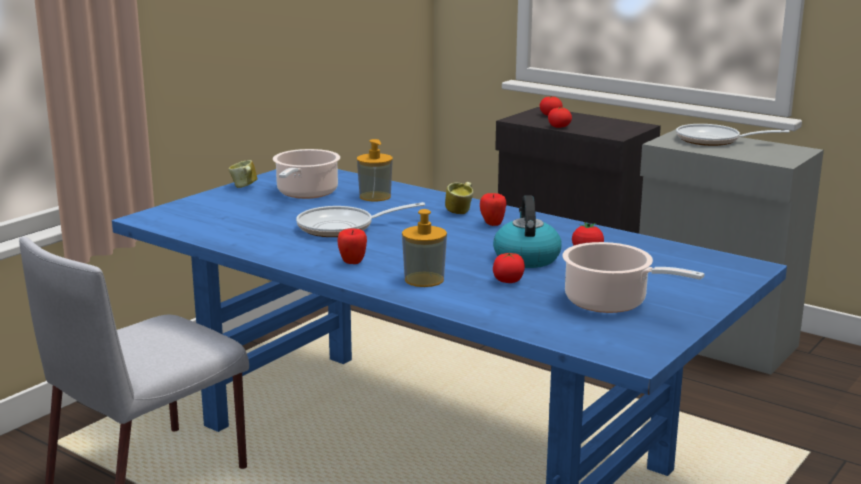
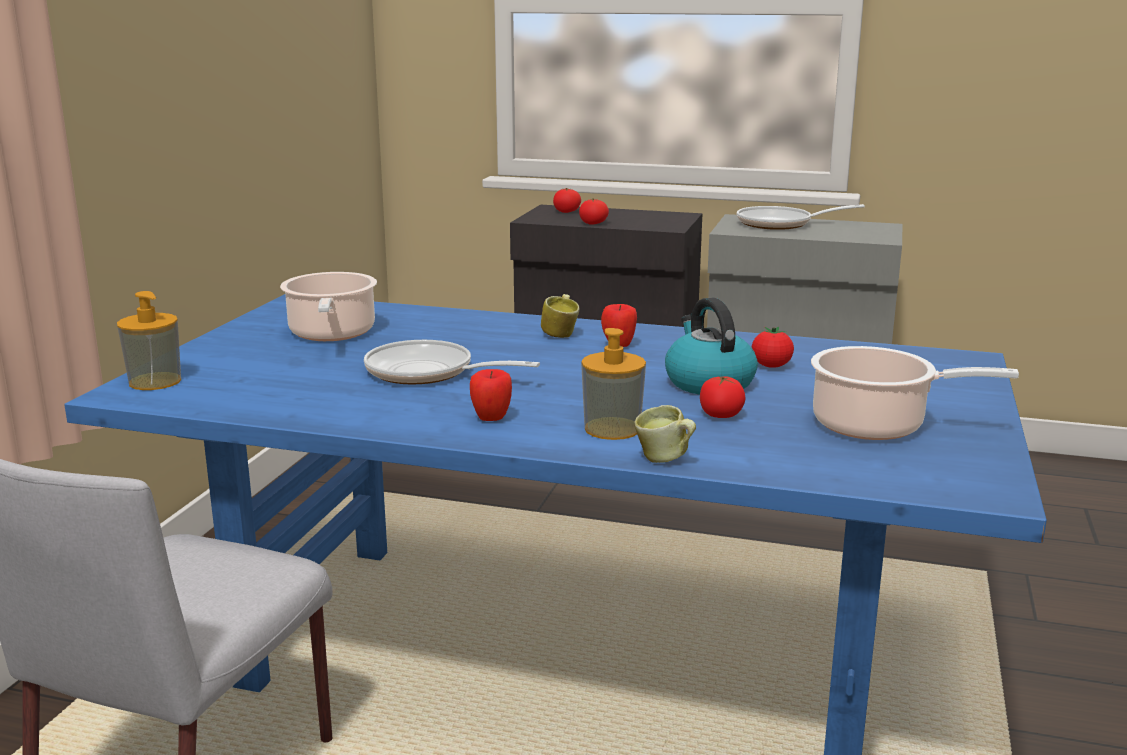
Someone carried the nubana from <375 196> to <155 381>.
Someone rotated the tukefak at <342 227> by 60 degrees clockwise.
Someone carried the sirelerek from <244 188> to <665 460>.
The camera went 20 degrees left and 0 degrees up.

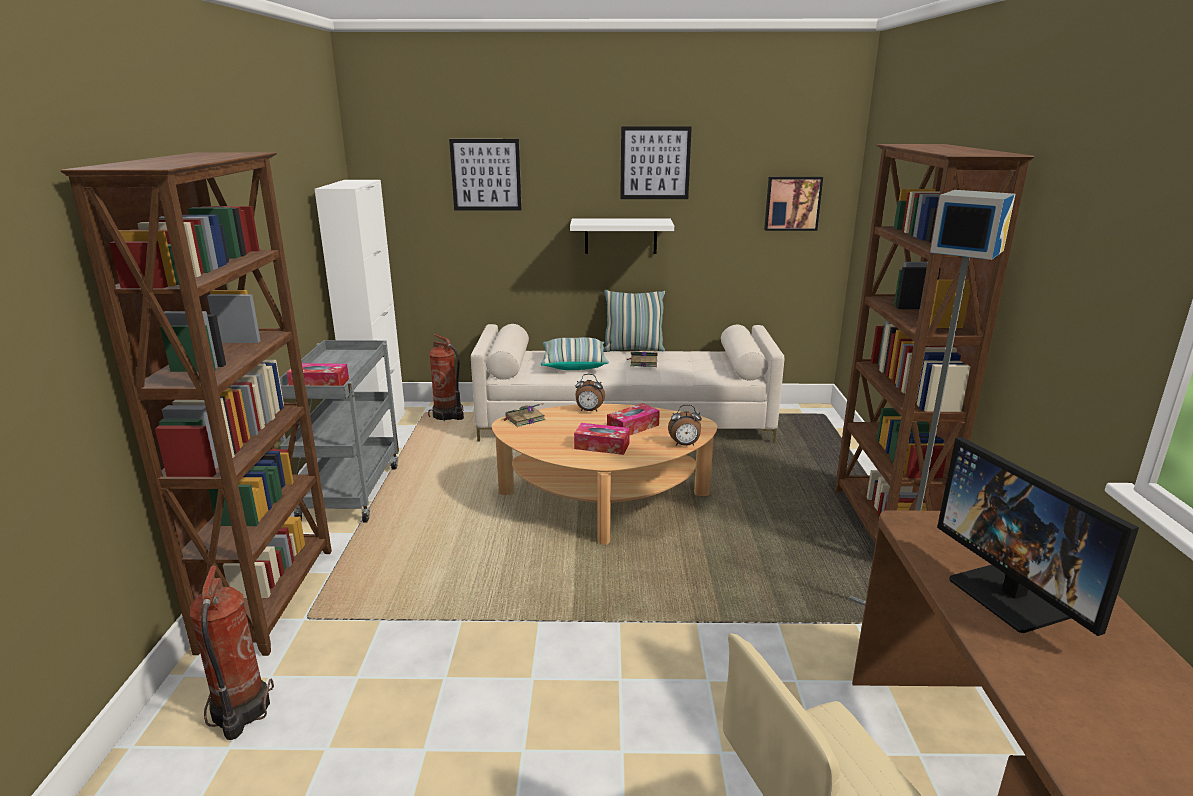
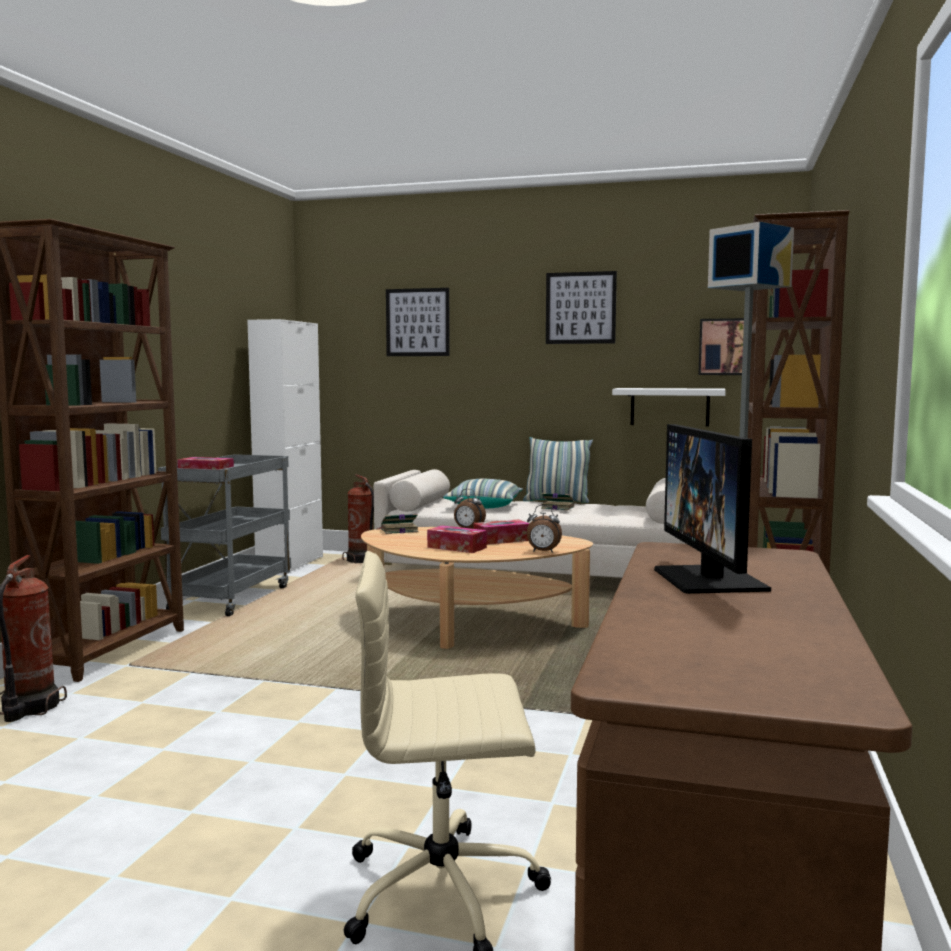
Someone carried the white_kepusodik from <620 236> to <669 407>.
The camera went 15 degrees right and 15 degrees down.

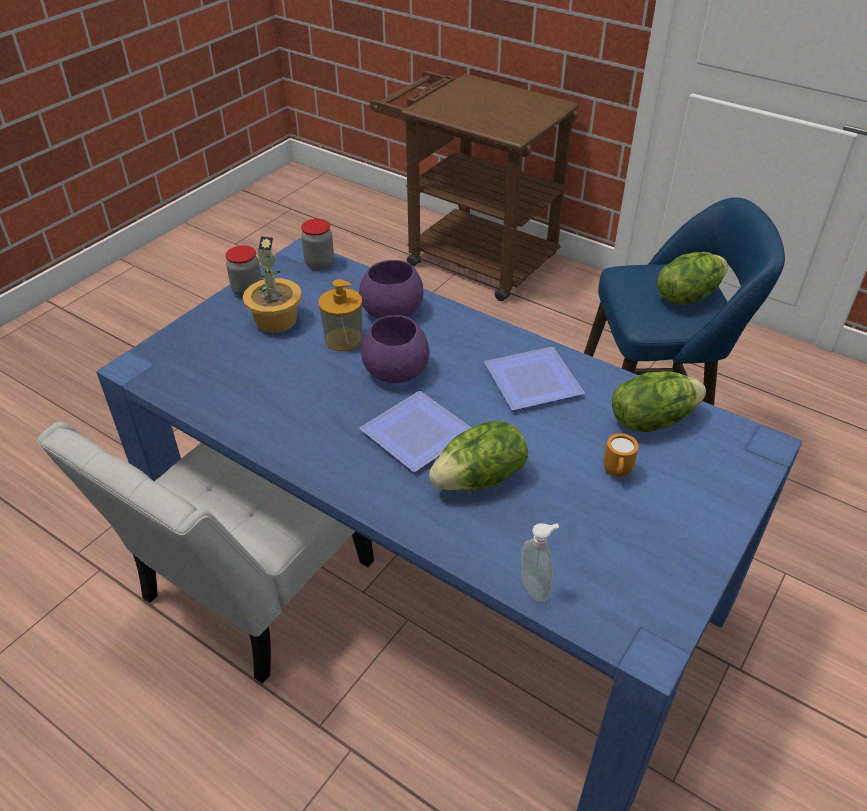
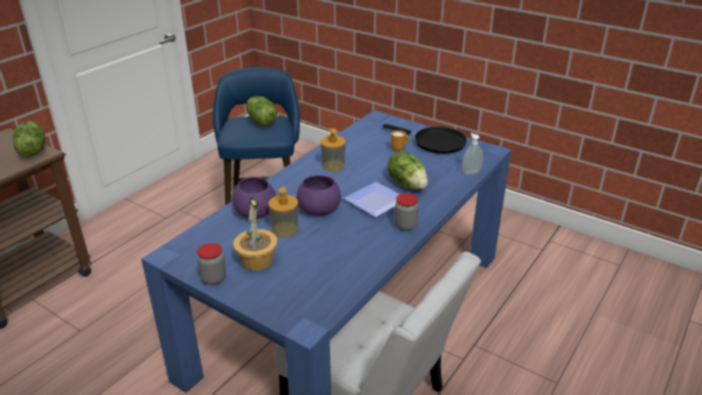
Someone carried the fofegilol from <651 420> to <32 150>.
Someone swapped the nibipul at <536 383> for the nubana at <333 166>.
Someone put down the black_tukefak at <435 142>.
Someone carried the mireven from <319 263> to <405 226>.
The camera went 90 degrees left and 10 degrees down.

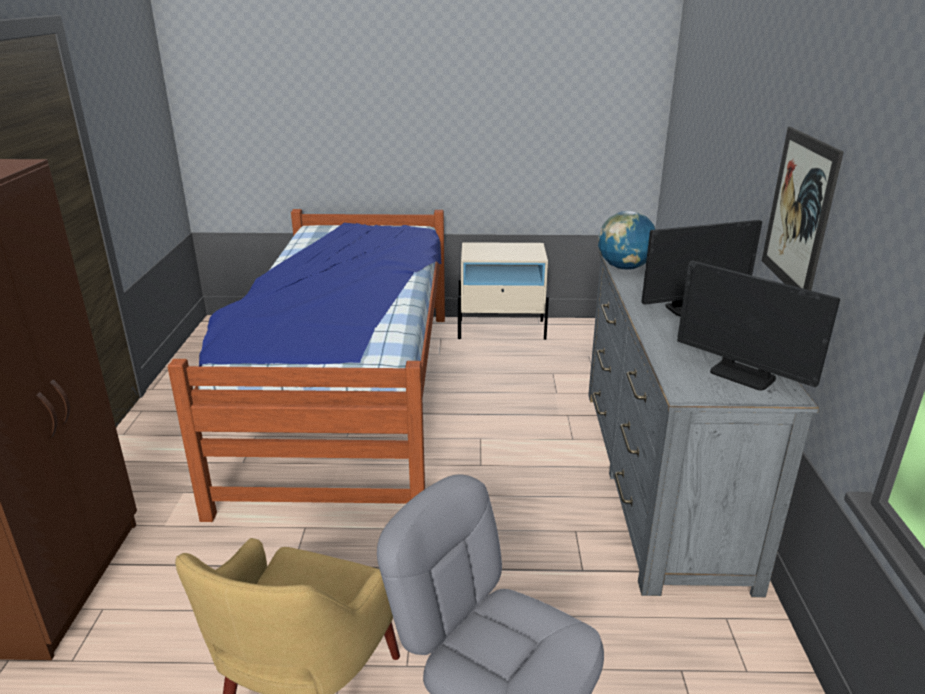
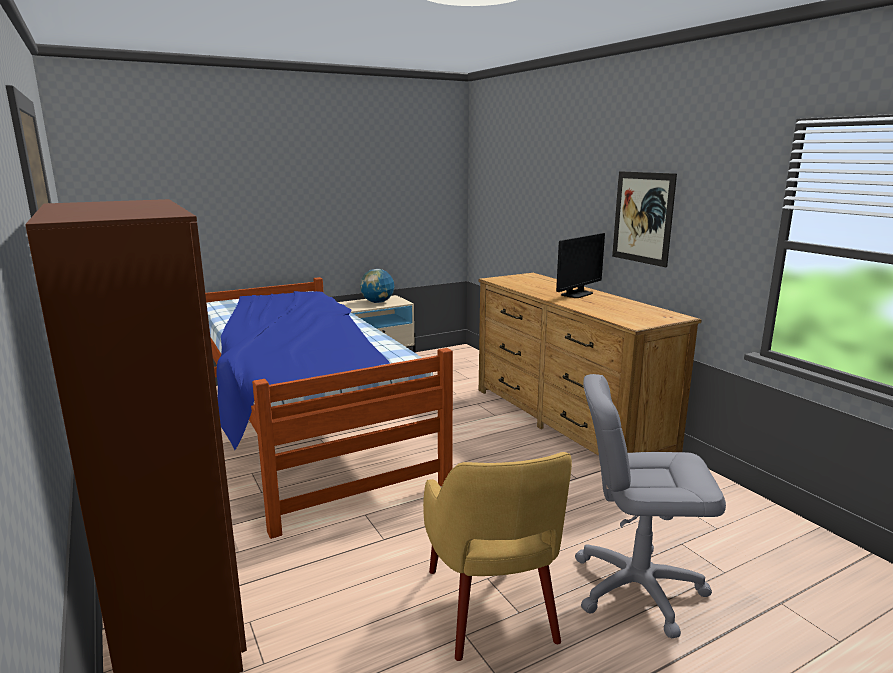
Someone carried the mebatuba from <624 267> to <377 302>.
Someone repainted the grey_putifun at <659 477>, which became the brown_putifun at <567 420>.
Someone took away the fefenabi at <742 375>.
The camera went 30 degrees left and 10 degrees down.

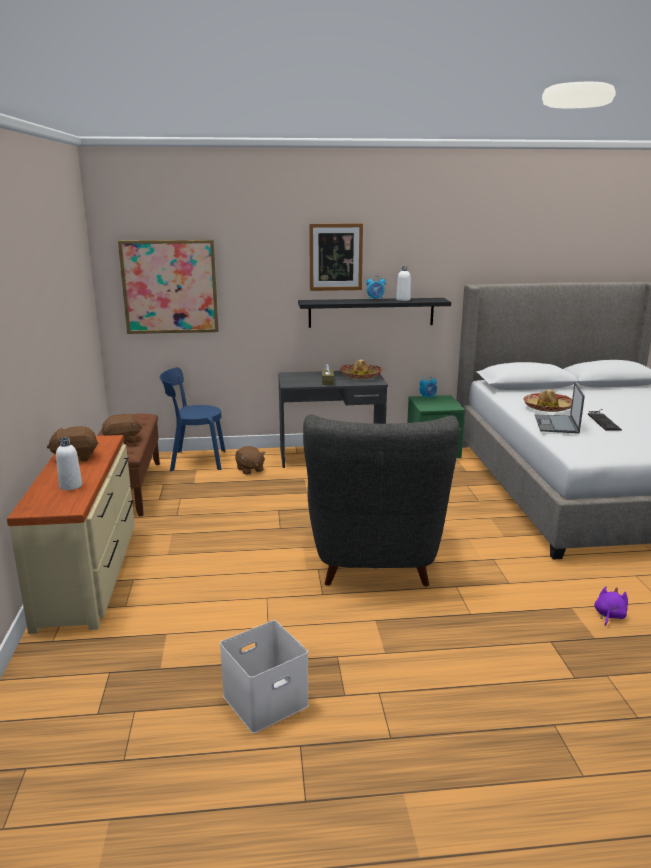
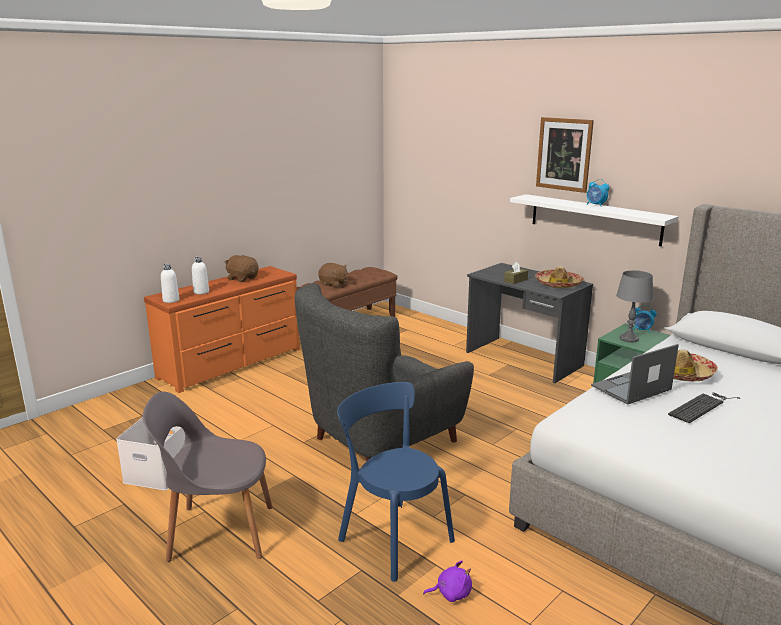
Someone put down the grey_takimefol at <218 532>.
Someone repainted the beige_putifun at <90 573>, which became the orange_putifun at <232 364>.
Someone carried the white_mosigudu from <403 299> to <171 300>.
Someone carried the blue_takimefol from <195 460> to <392 537>.
Someone repainted the black_kepusodik at <371 312>, which became the white_kepusodik at <594 219>.
Someone put down the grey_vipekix at <628 338>.
Someone took away the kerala at <170 287>.
Someone took away the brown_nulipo at <250 469>.
The camera went 50 degrees right and 0 degrees up.

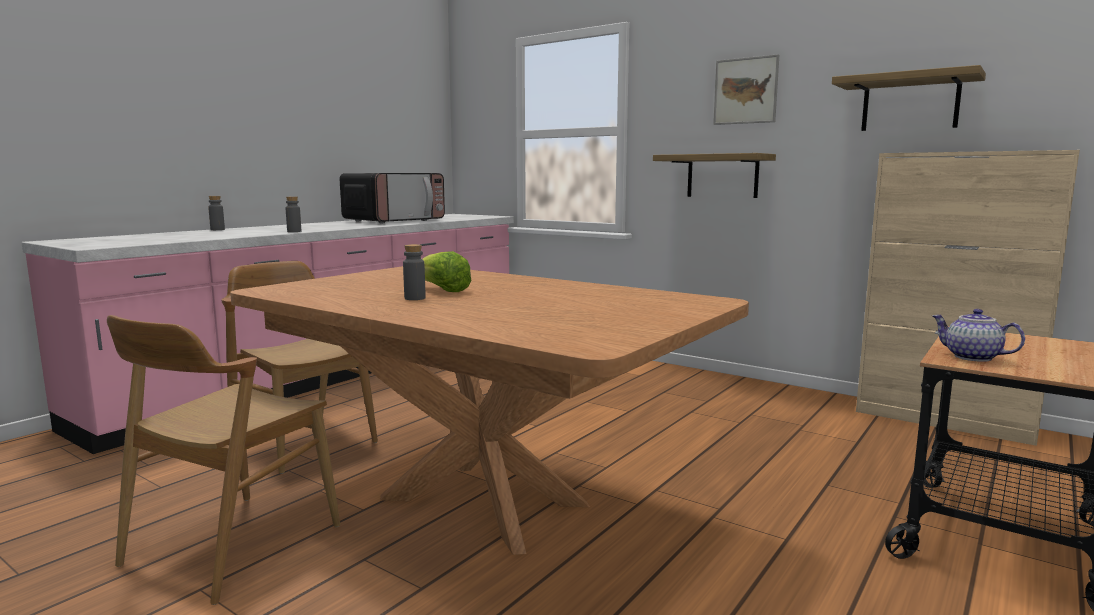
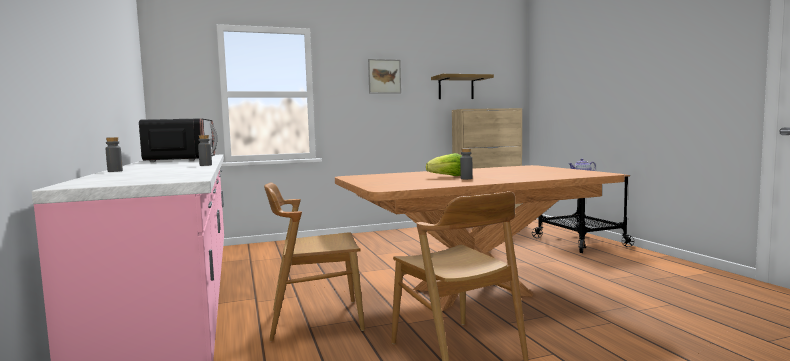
Someone took away the kepusodik at <722 176>.
The camera went 55 degrees left and 5 degrees down.

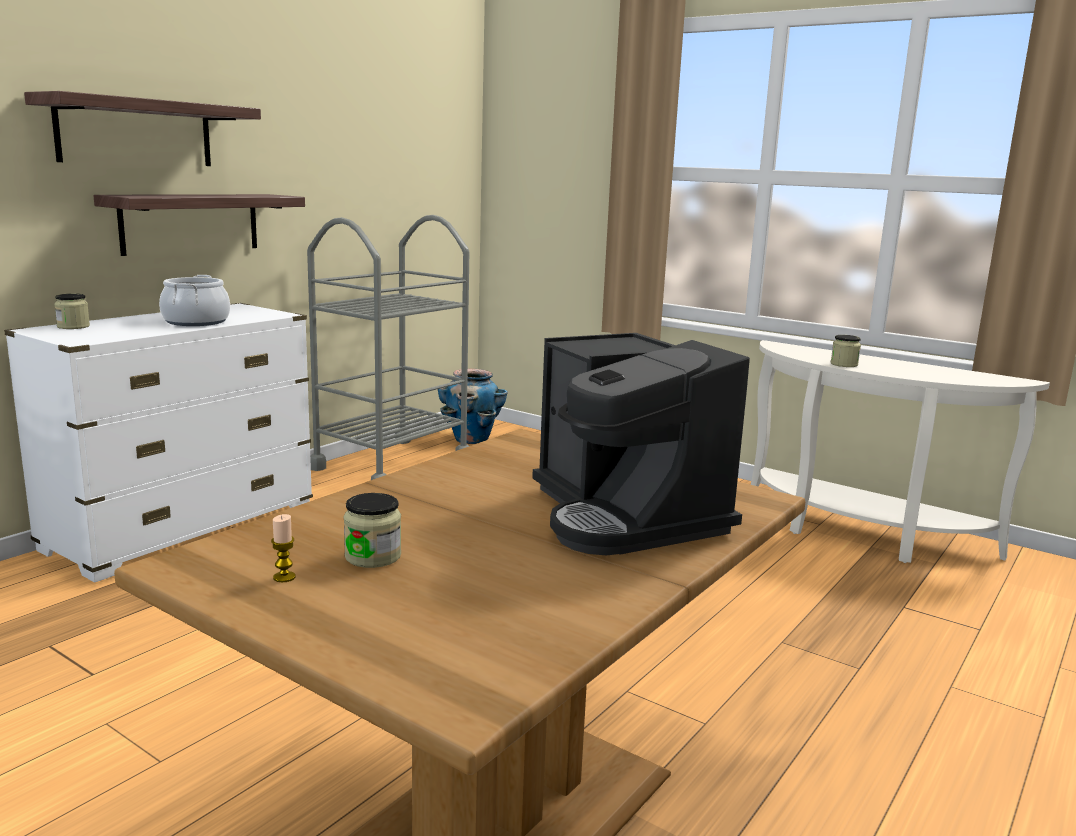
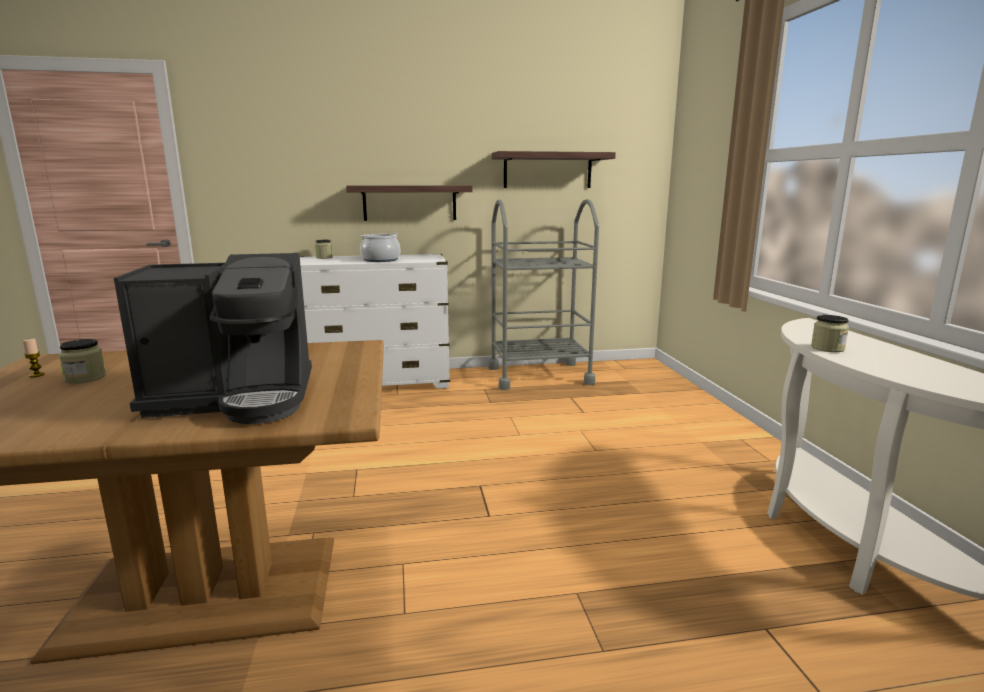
Someone rotated the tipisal at <626 515> by 120 degrees counterclockwise.
Someone carried the kepusodik from <136 133> to <547 170>.
Someone took away the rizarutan at <471 439>.
The camera went 45 degrees right and 0 degrees up.

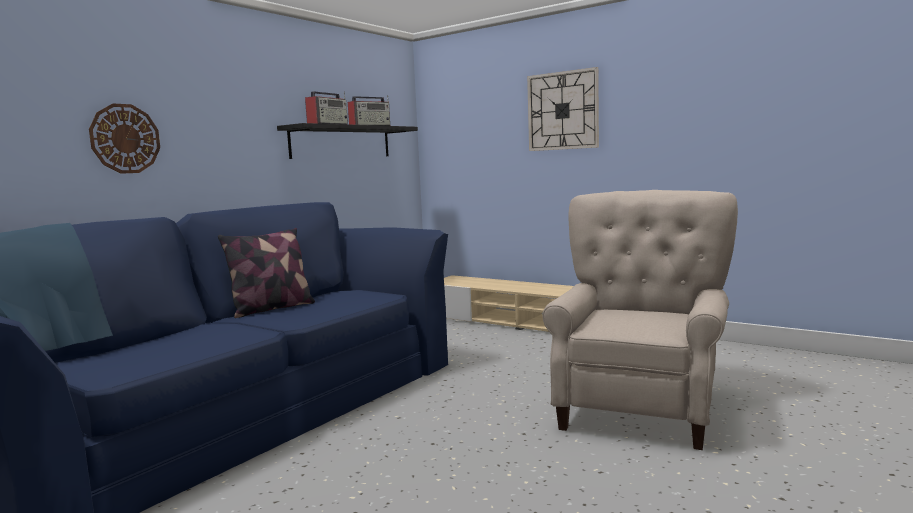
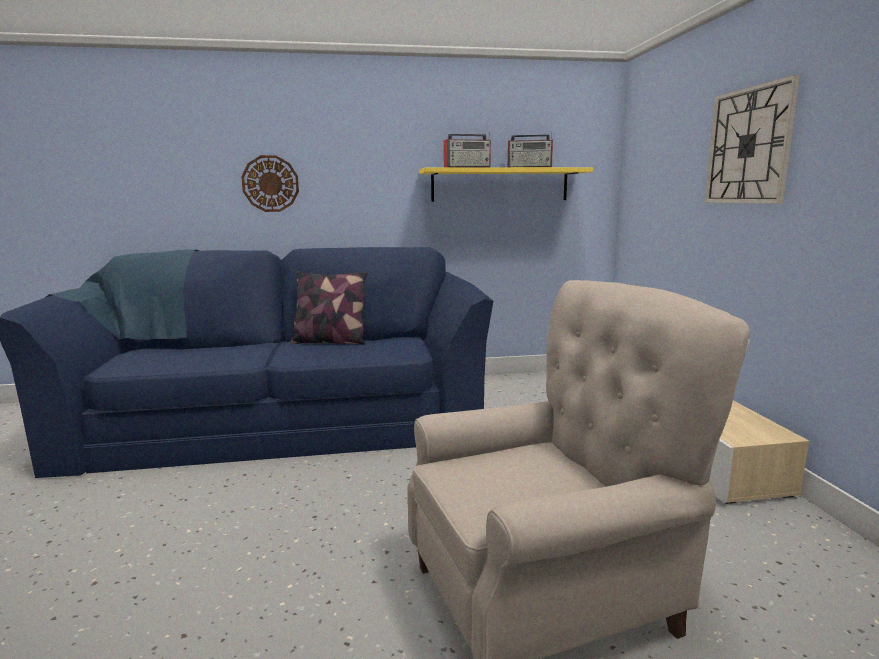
Someone repainted the black_kepusodik at <341 142>, which became the yellow_kepusodik at <500 185>.
The camera went 45 degrees right and 5 degrees up.

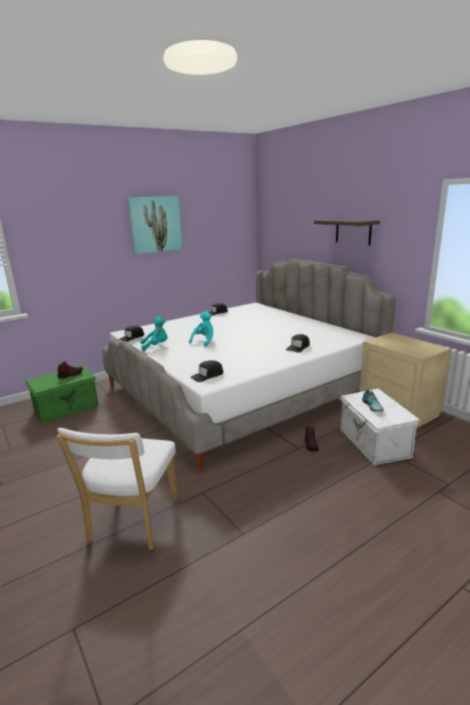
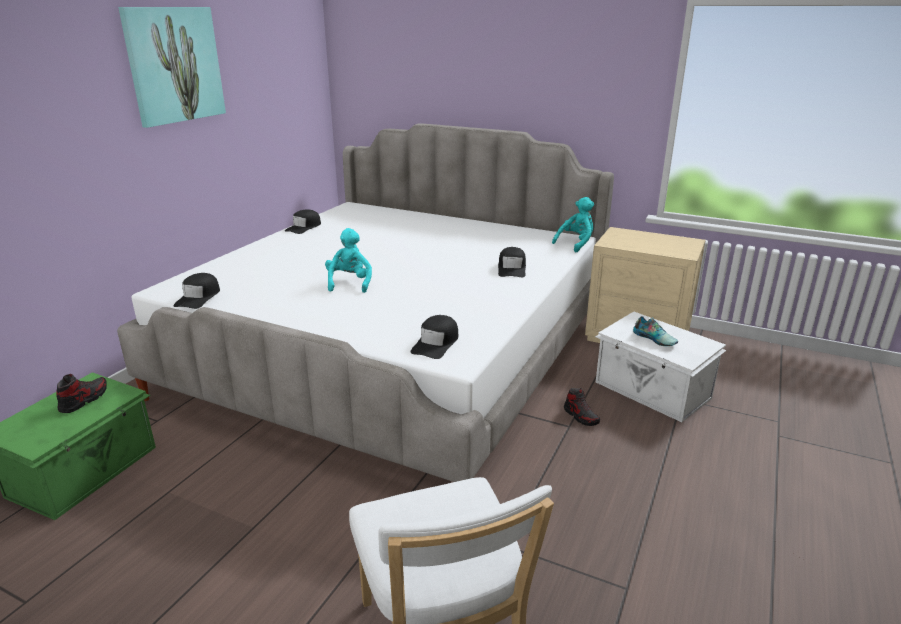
Someone carried the turquoise_nulipo from <156 346> to <576 244>.
Someone took away the kepusodik at <353 231>.
The camera went 30 degrees left and 5 degrees up.

